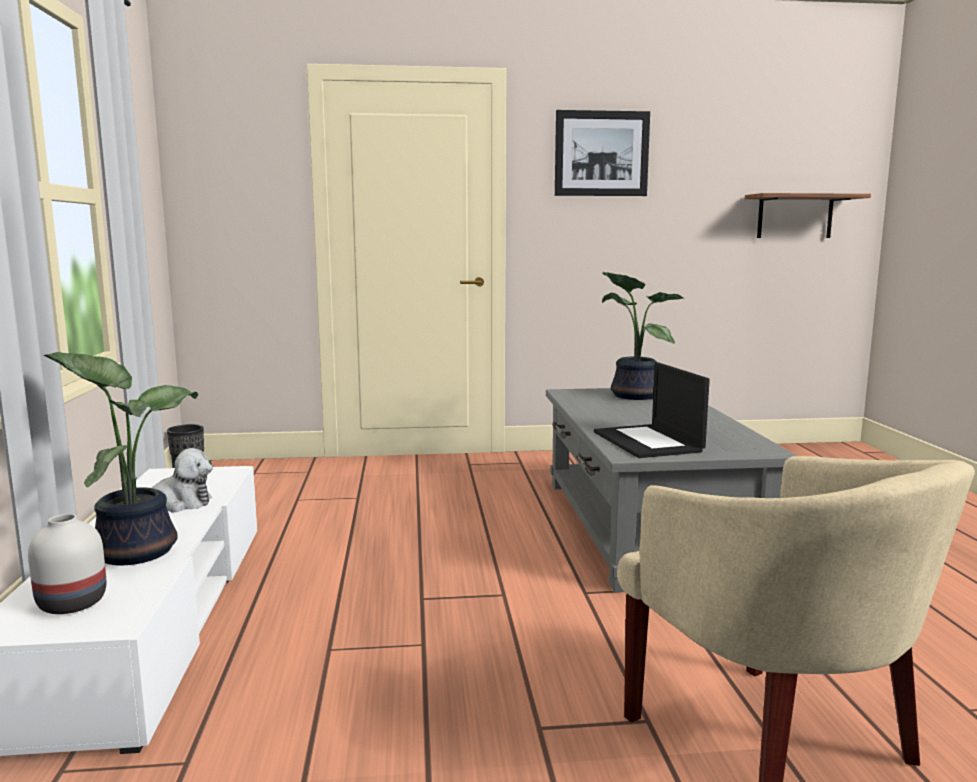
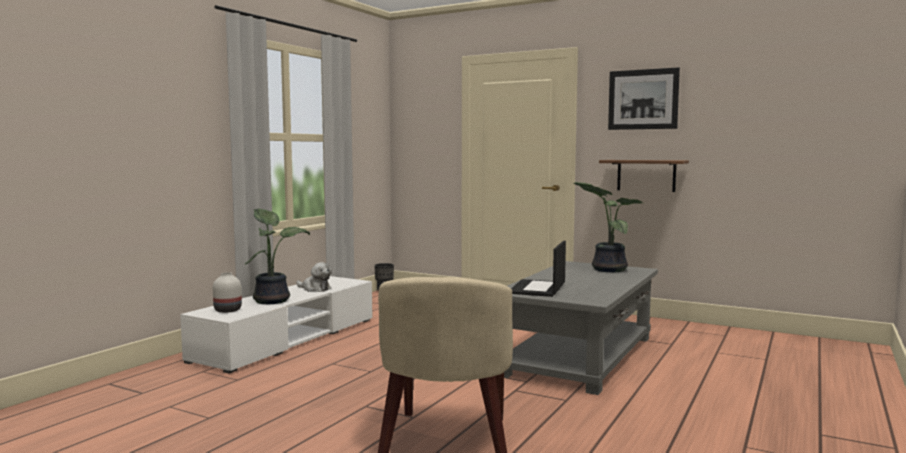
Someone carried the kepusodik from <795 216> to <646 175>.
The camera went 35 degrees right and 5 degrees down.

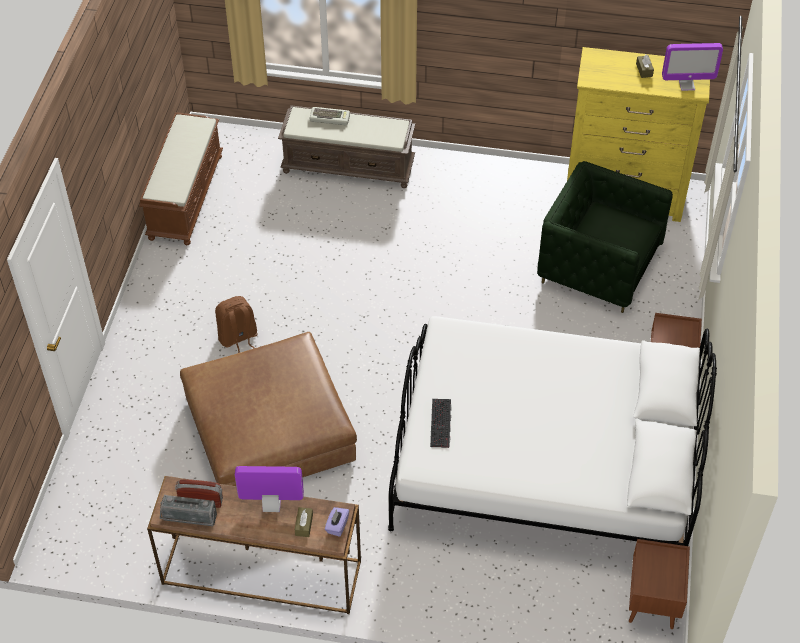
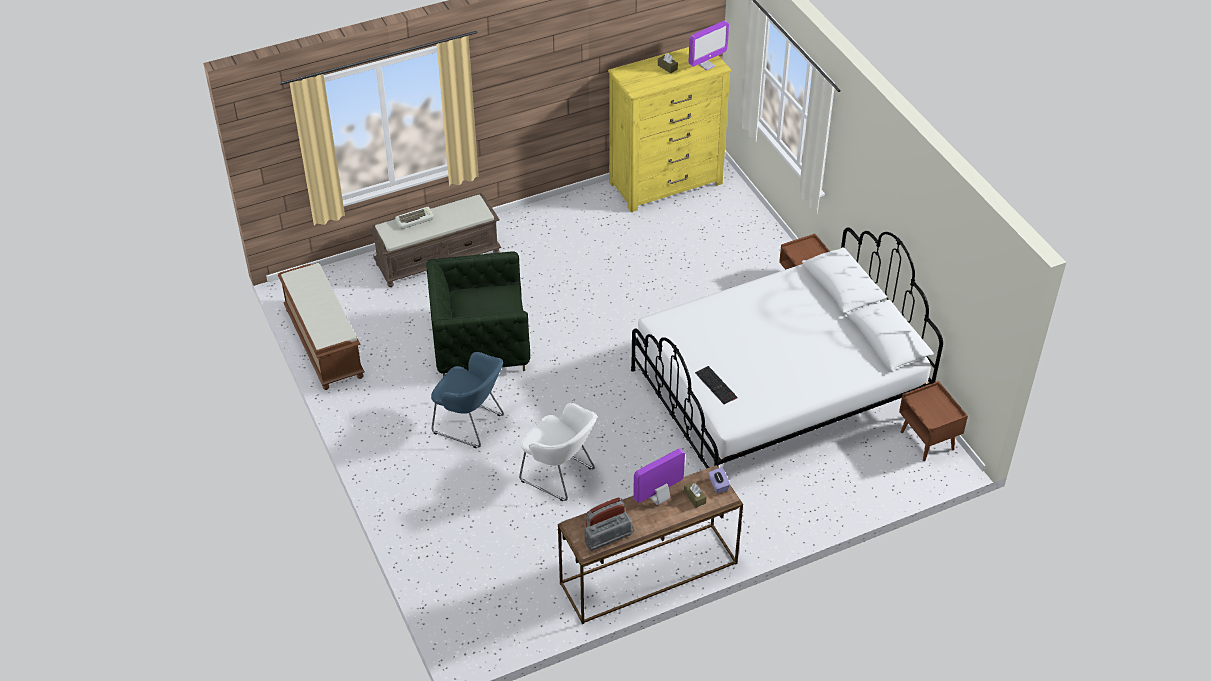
Someone carried the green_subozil from <598 267> to <480 344>.
Someone swapped the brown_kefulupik at <238 338> for the blue_subozil at <471 424>.
Someone swapped the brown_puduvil at <270 431> for the white_subozil at <560 475>.
The camera went 35 degrees left and 5 degrees down.

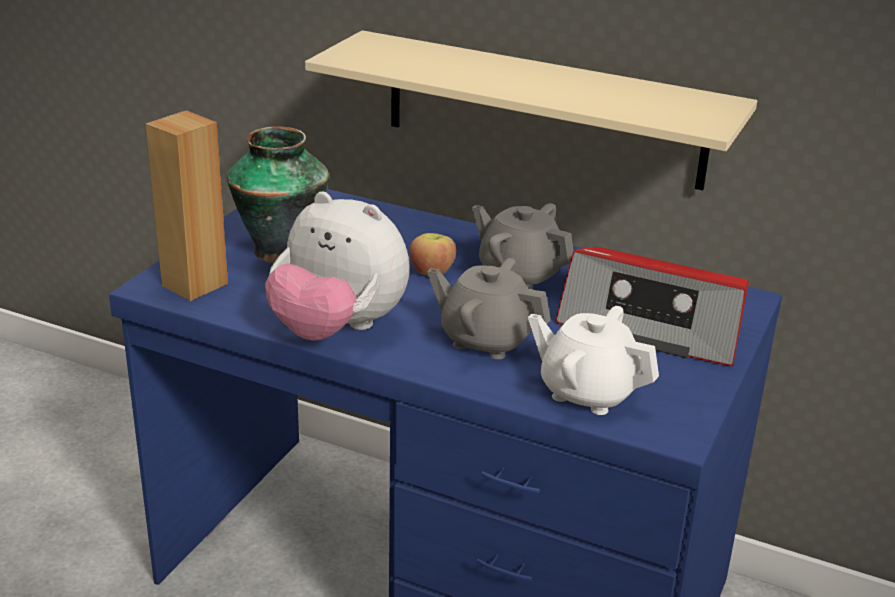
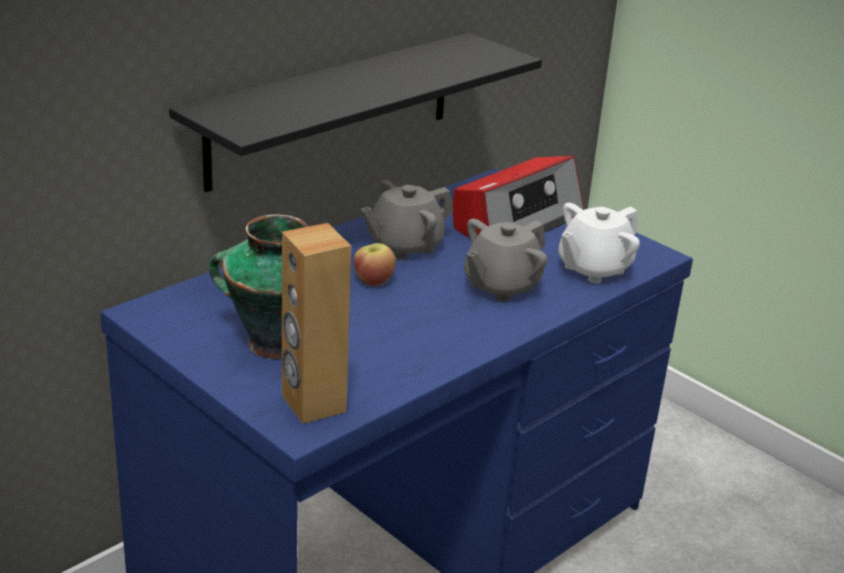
Someone repainted the beige_kepusodik at <543 110>, which became the black_kepusodik at <332 109>.
Someone took away the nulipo at <337 329>.
The camera went 70 degrees left and 0 degrees up.

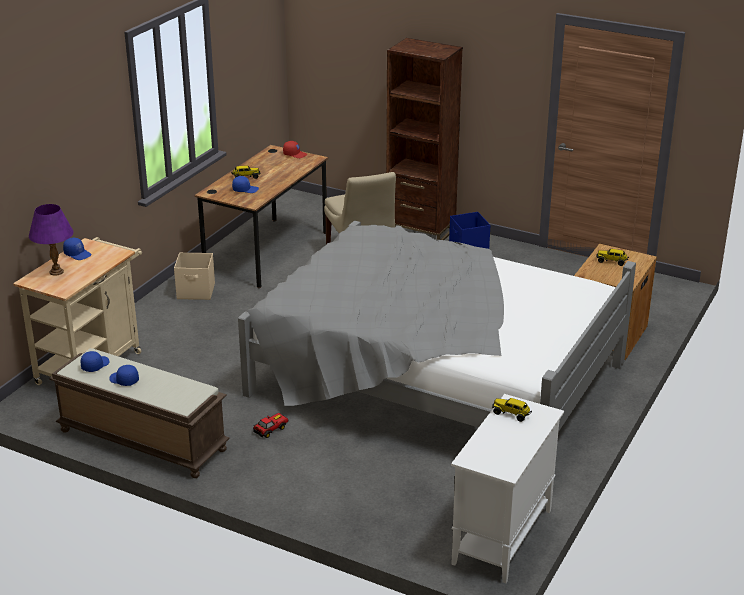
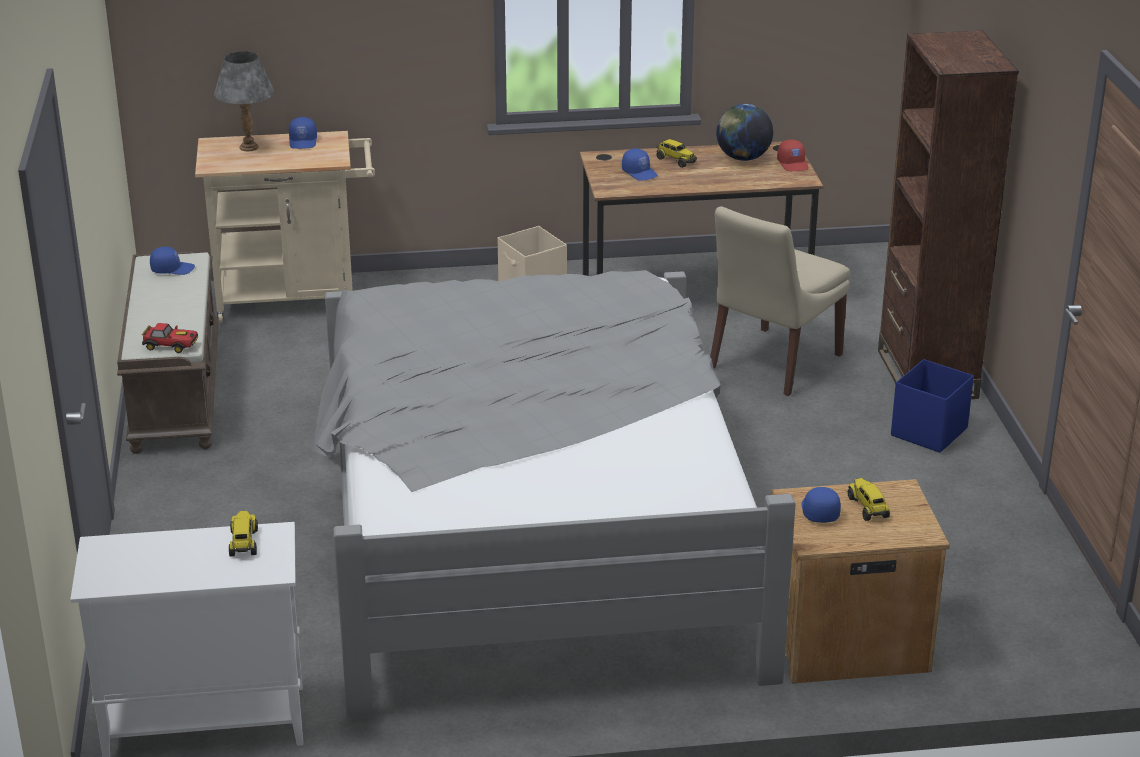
Someone carried the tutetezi from <271 429> to <171 346>.
Someone repainted the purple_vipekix at <56 272>, which became the grey_vipekix at <249 147>.
Someone put down the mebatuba at <743 158>.
Someone carried the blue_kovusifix from <124 380> to <819 511>.
The camera went 55 degrees right and 0 degrees up.

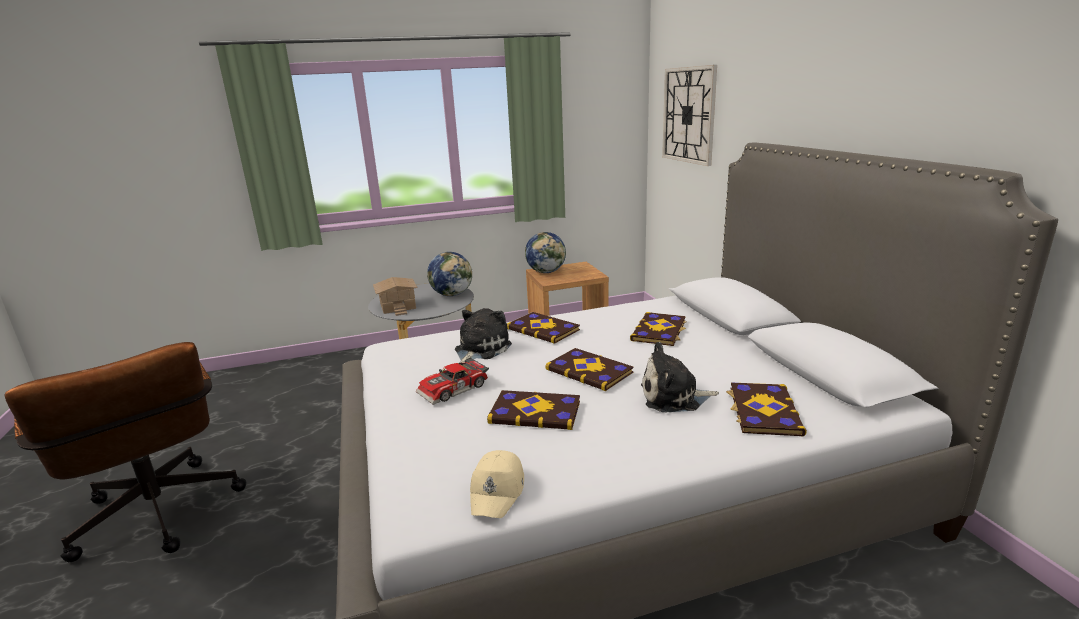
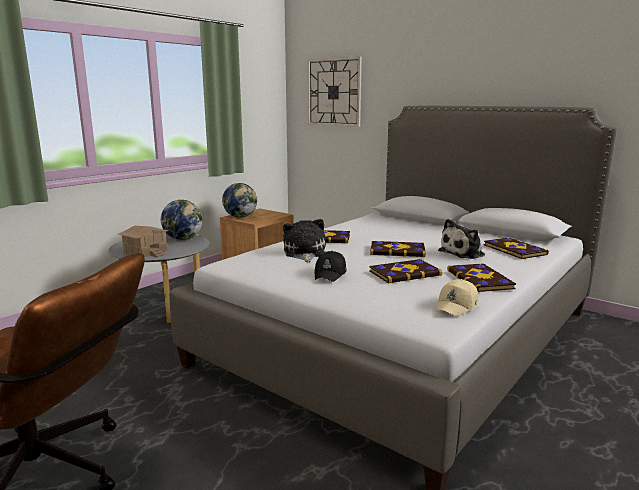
Someone swapped the tutetezi at <454 389> for the black_kovusifix at <330 274>.
Someone rotated the beige_kovusifix at <498 491> by 60 degrees clockwise.
Someone carried the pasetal from <659 331> to <480 279>.
The camera went 35 degrees left and 5 degrees down.

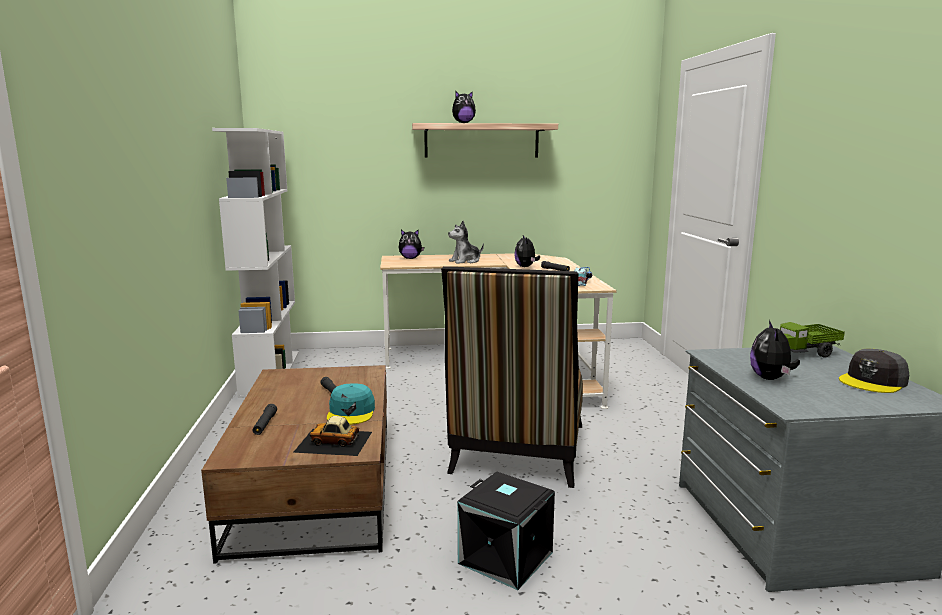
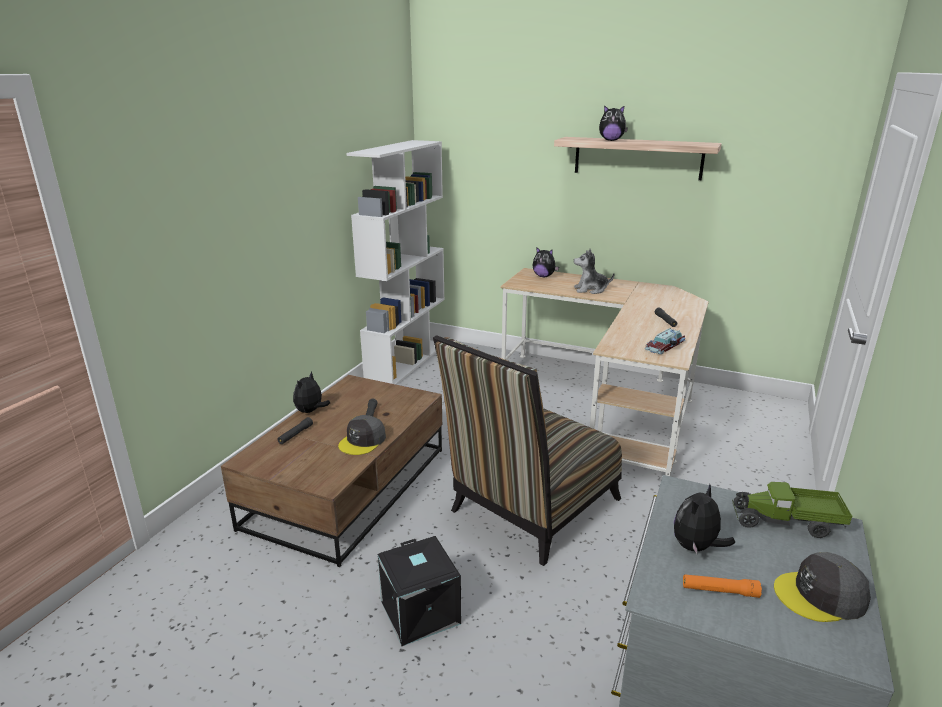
Someone carried the nulipo from <526 267> to <310 411>.
Someone repainted the turquoise_kovusifix at <351 412>, which became the grey_kovusifix at <363 441>.
Someone put down the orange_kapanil at <719 591>.
Someone took away the tutetezi at <334 442>.
The camera went 30 degrees right and 10 degrees up.

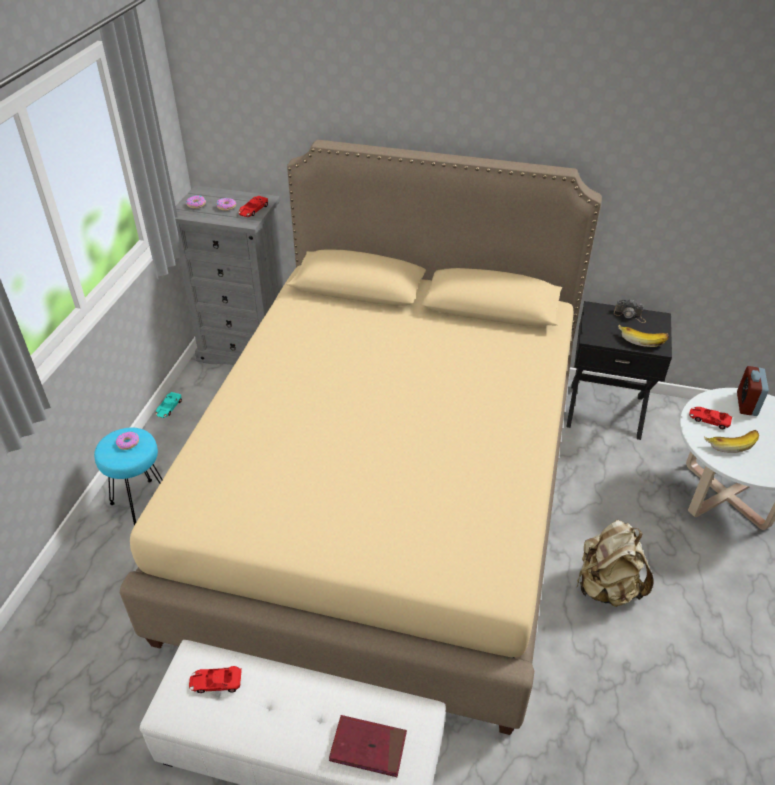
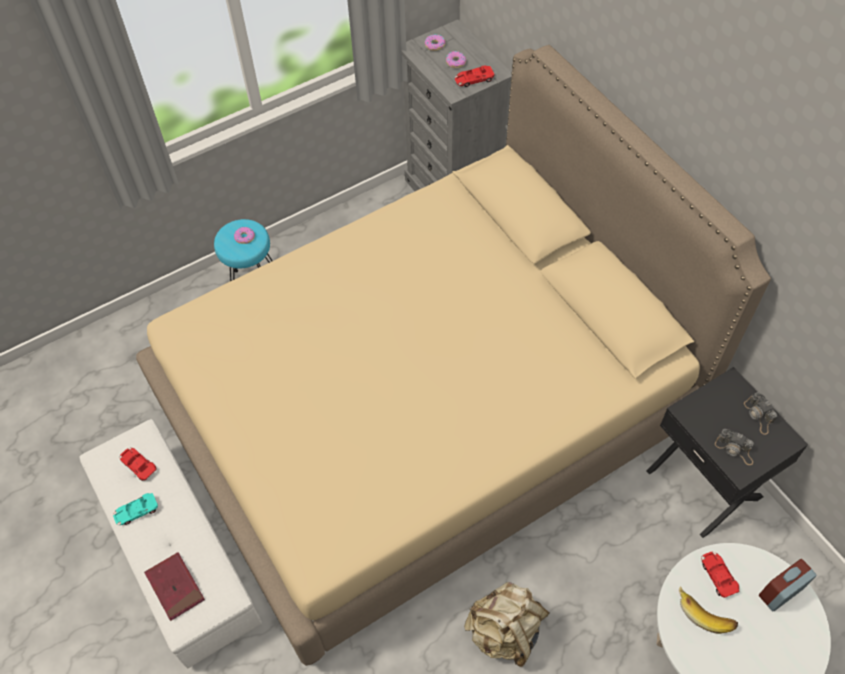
Someone carried the turquoise_tutetezi from <168 408> to <136 511>.
Someone swapped the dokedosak at <642 339> for the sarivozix at <735 449>.
The camera went 45 degrees right and 15 degrees up.

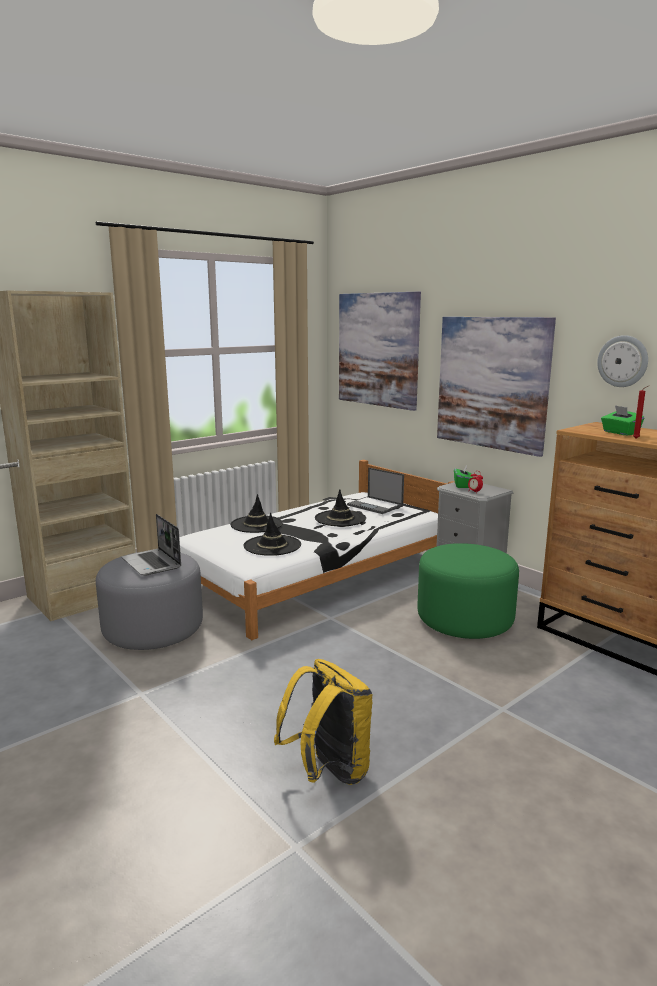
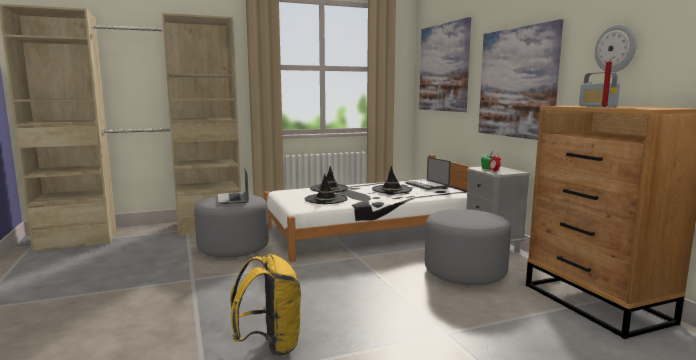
Someone repainted the green_puduvil at <465 619>, which became the grey_puduvil at <465 271>.
Someone swapped the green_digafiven at <620 433> for the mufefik at <597 106>.
The camera went 20 degrees right and 5 degrees down.

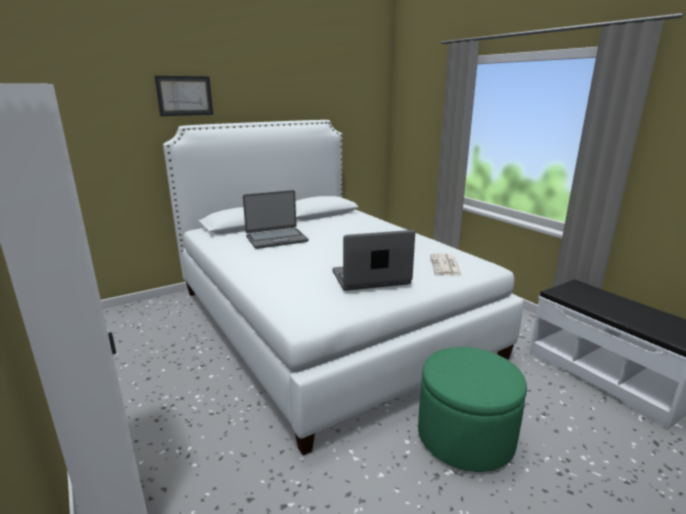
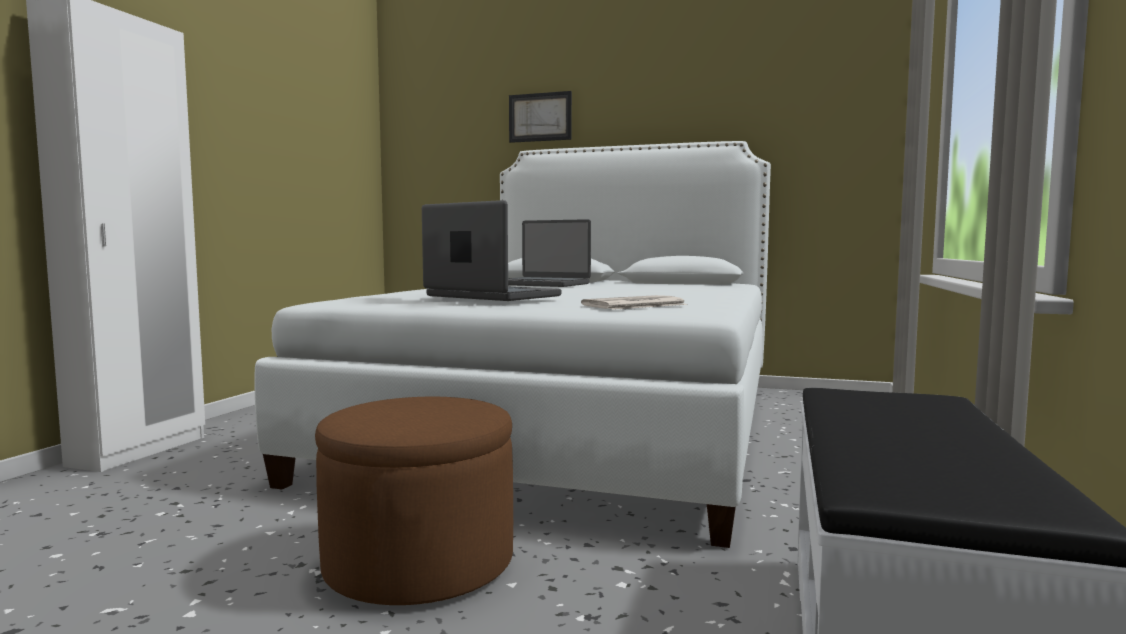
Someone repainted the green_puduvil at <465 436>, which became the brown_puduvil at <419 563>.
The camera went 50 degrees right and 15 degrees down.

